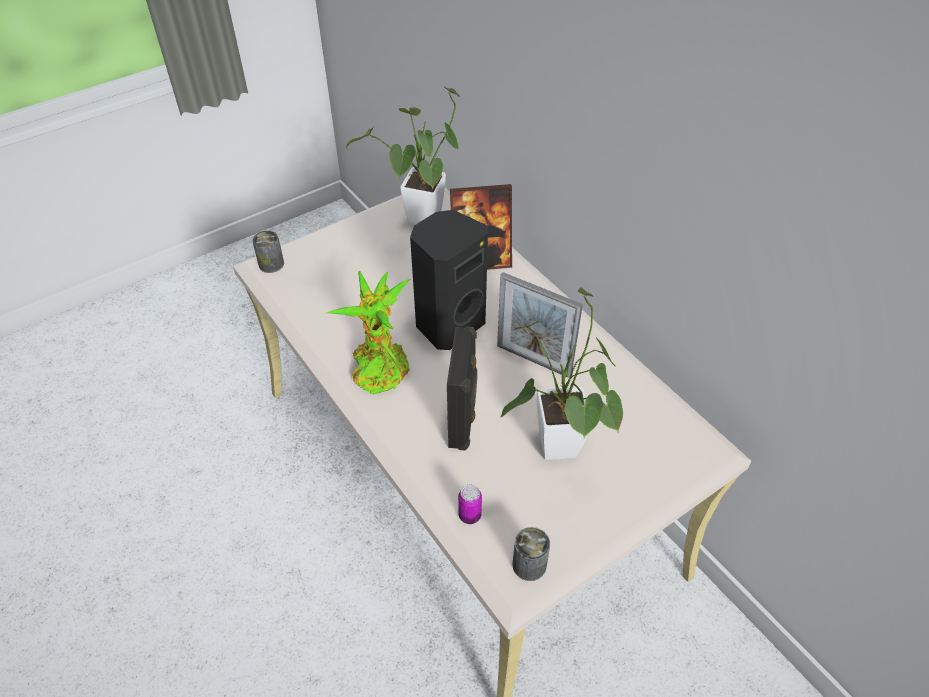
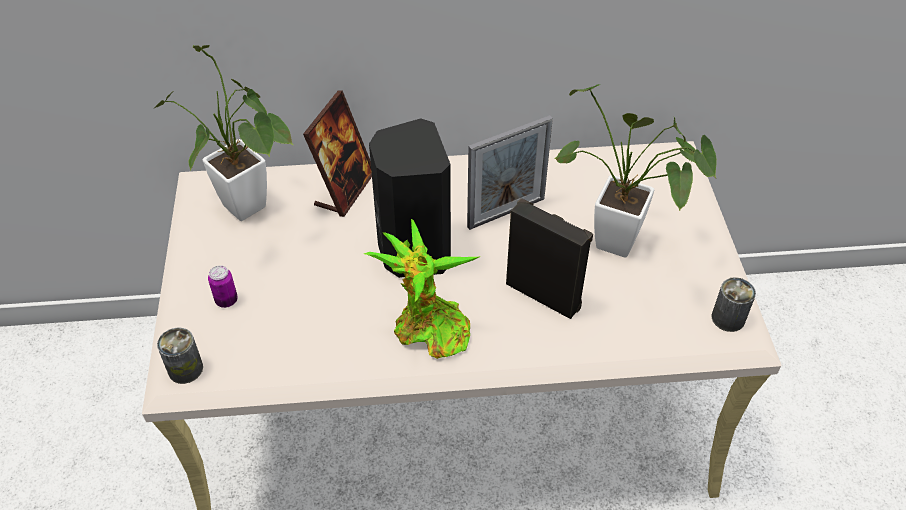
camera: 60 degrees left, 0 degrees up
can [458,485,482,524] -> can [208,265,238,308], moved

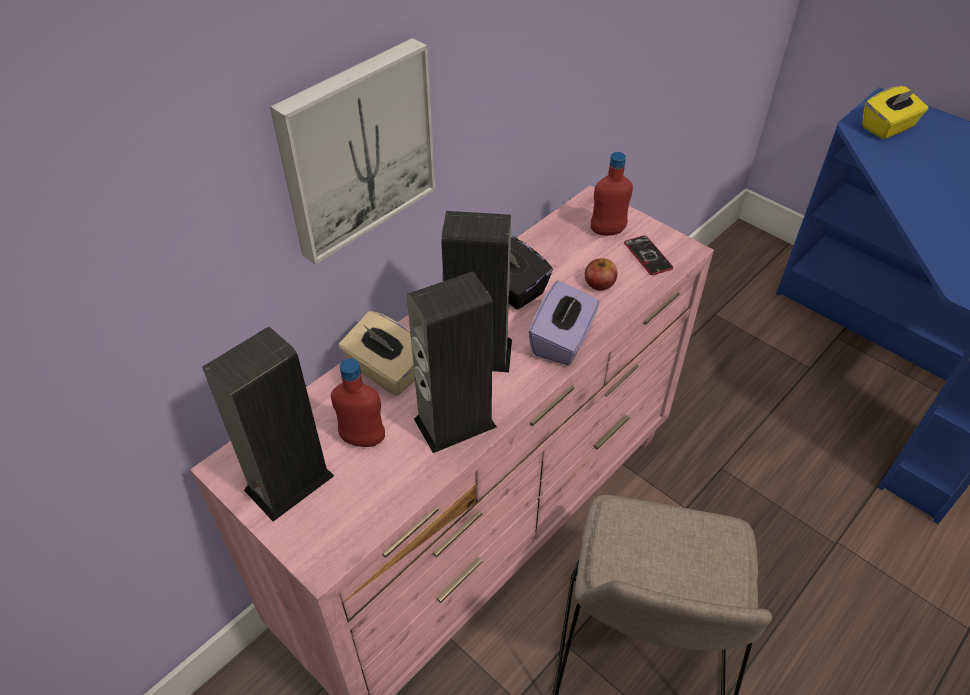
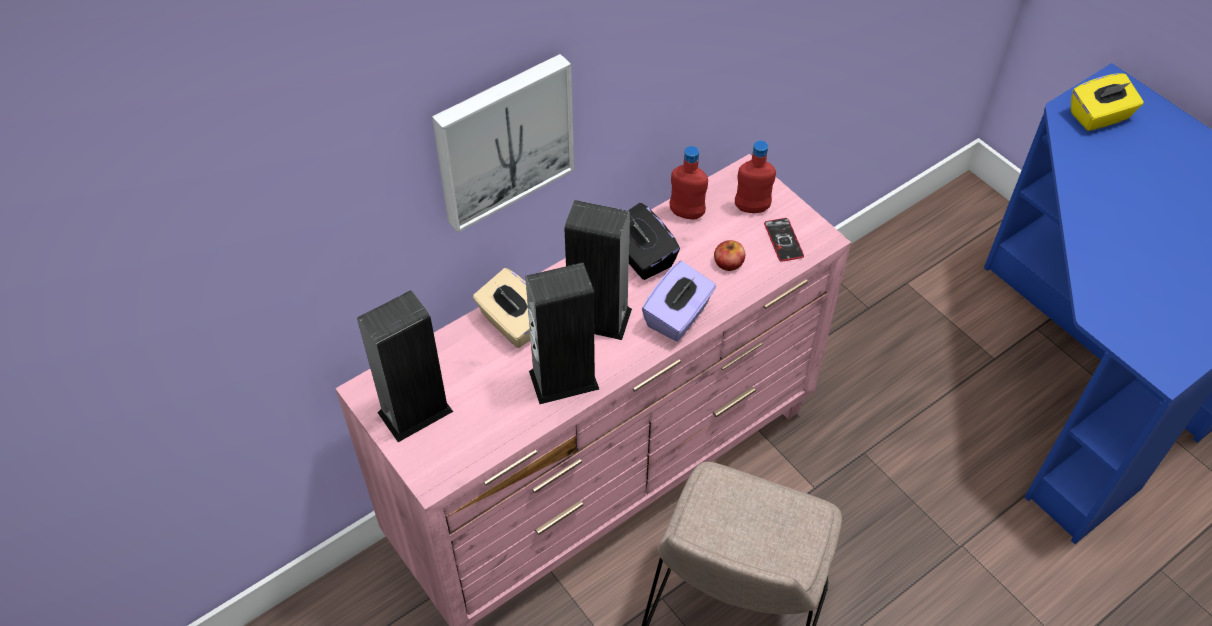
camera: 10 degrees right, 5 degrees up
red bottle [331,358,385,447] -> red bottle [670,146,708,219], moved

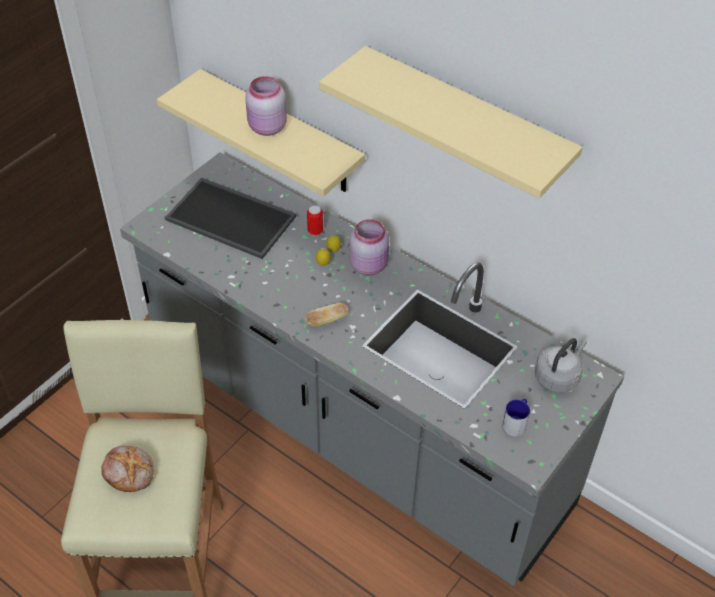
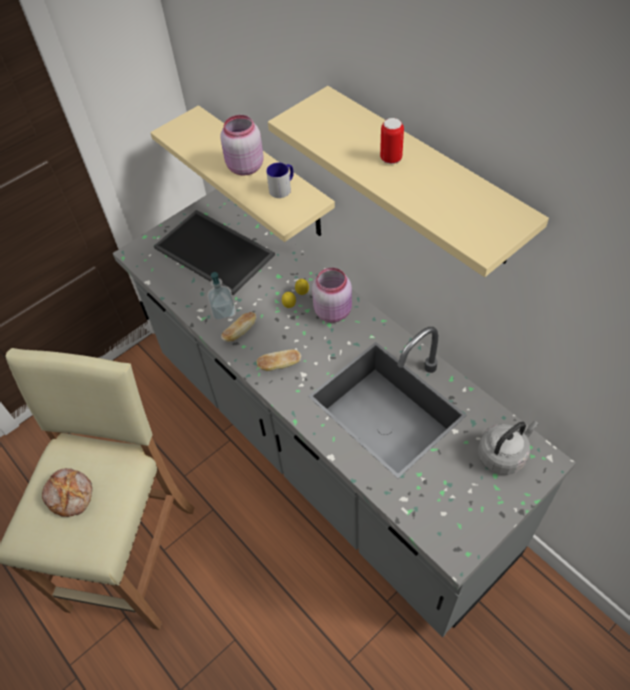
camera: 15 degrees right, 5 degrees up
none -> soap dispenser [207,272,236,320]
none -> bread [221,312,256,342]
can [307,206,323,236] -> can [380,118,404,164], moved
mug [502,399,530,436] -> mug [266,163,294,198], moved

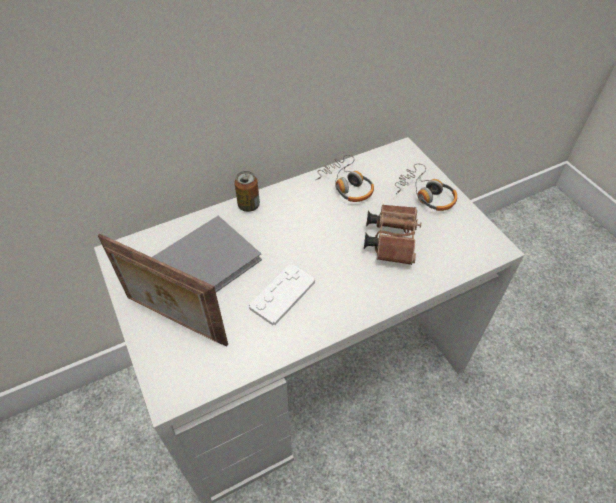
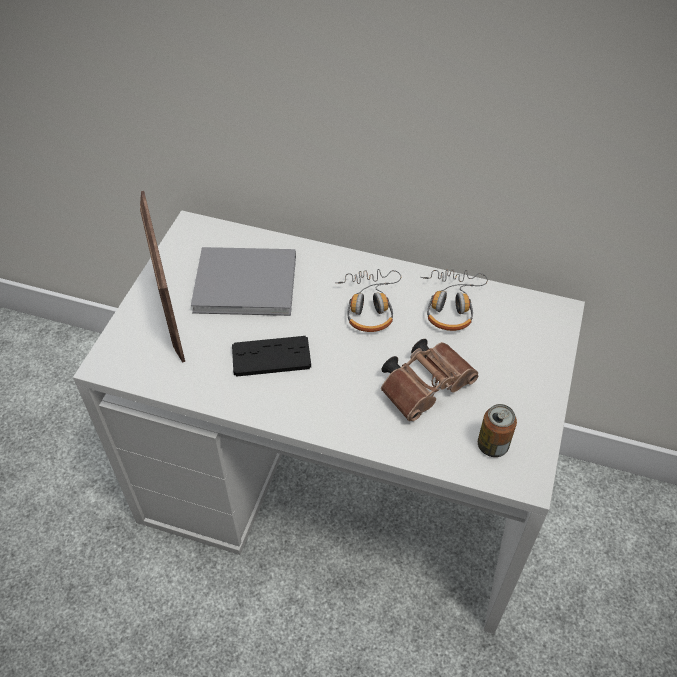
camera: 45 degrees right, 0 degrees up
can [234,171,260,212] -> can [478,404,517,457], moved
headphones [395,164,457,211] -> headphones [335,269,401,332], moved
white game controller [249,264,315,325] -> black game controller [232,336,311,377]

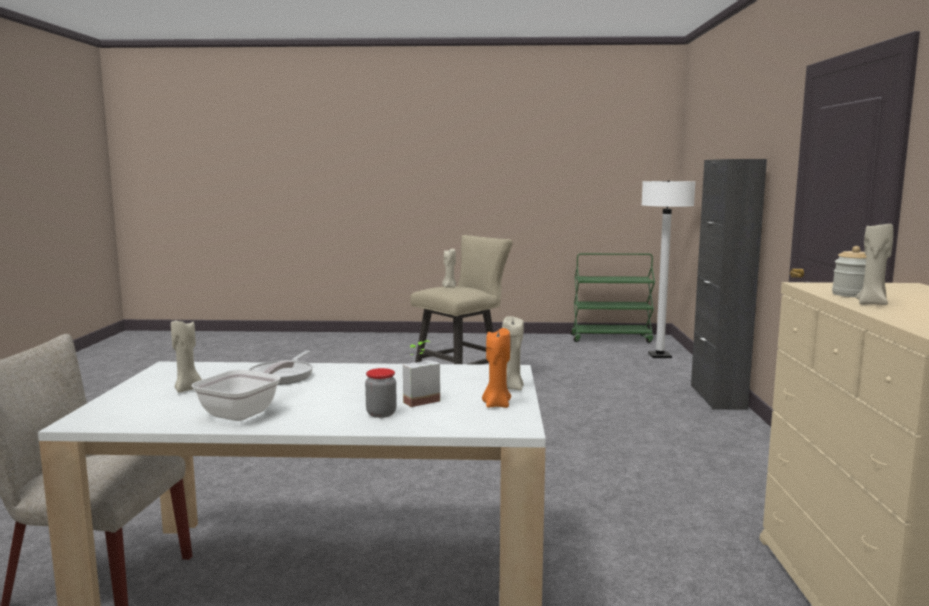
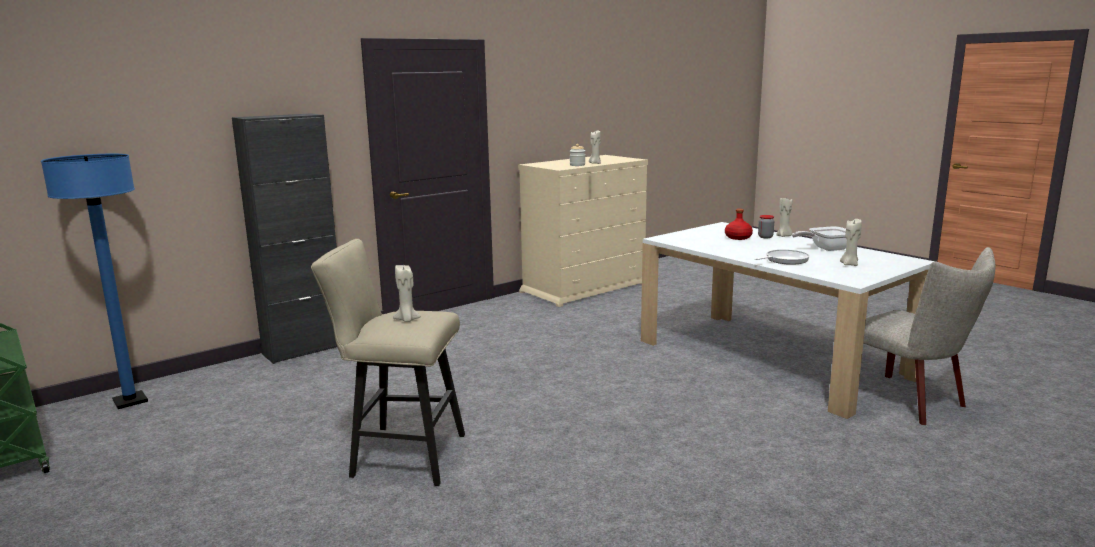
camera: 130 degrees left, 5 degrees up
orange candle [482,328,511,408] -> none
beige candle [502,316,524,390] -> beige candle [776,198,792,237], moved
potted plant [403,340,440,407] -> red bottle [725,209,753,240]
white floor lamp [641,180,695,358] -> blue floor lamp [41,154,148,409]

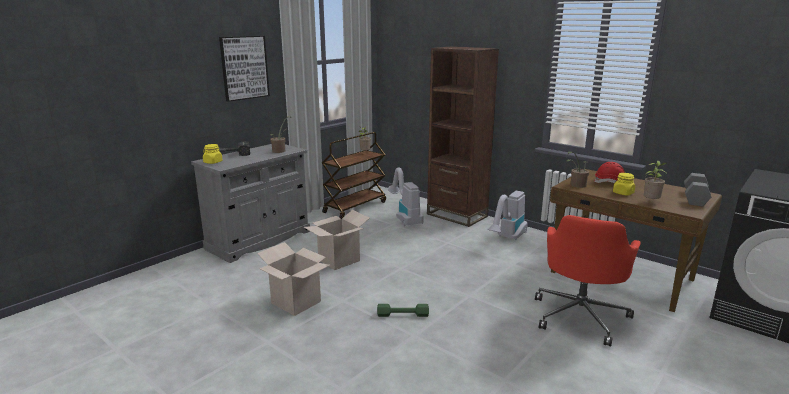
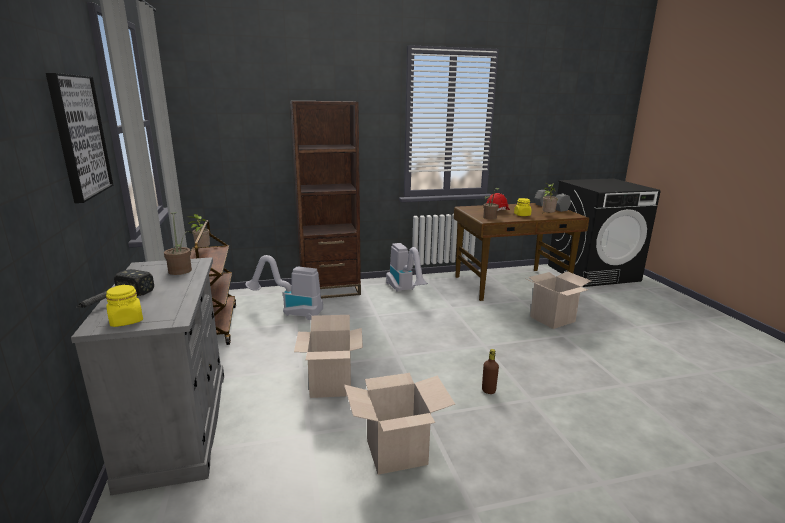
camera: 55 degrees left, 0 degrees up
green dumbbell [377,304,429,317] -> brown bottle [482,349,499,394]
red office chair [535,215,640,346] -> cardboard box [526,271,591,329]

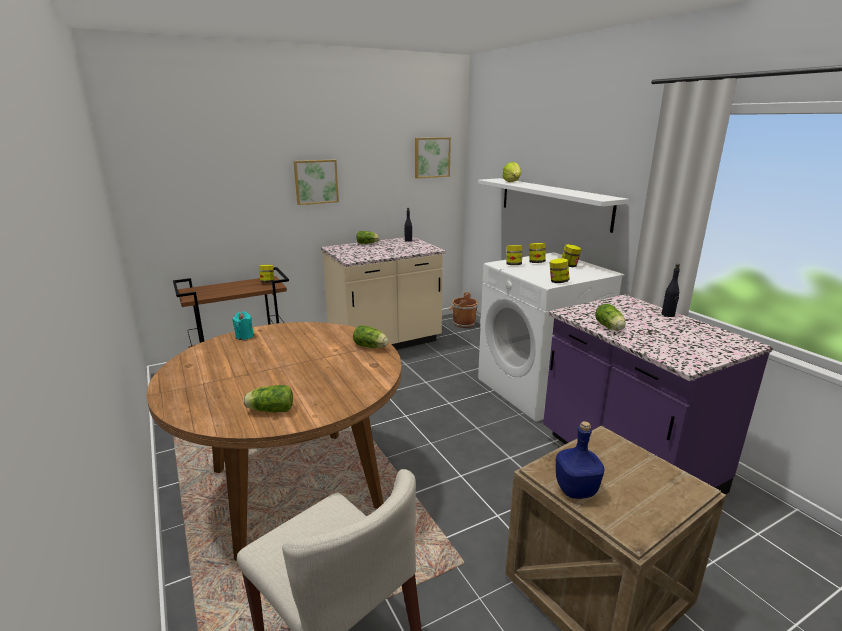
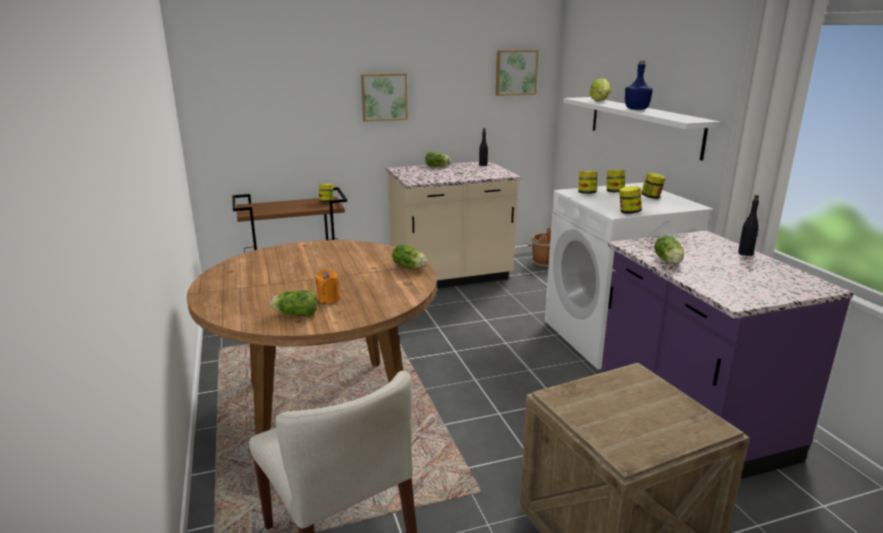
camera: 10 degrees right, 0 degrees up
turquoise candle [232,312,254,340] -> none
none -> orange candle [315,268,340,304]
blue bottle [556,421,604,499] -> blue bottle [625,60,653,110], moved

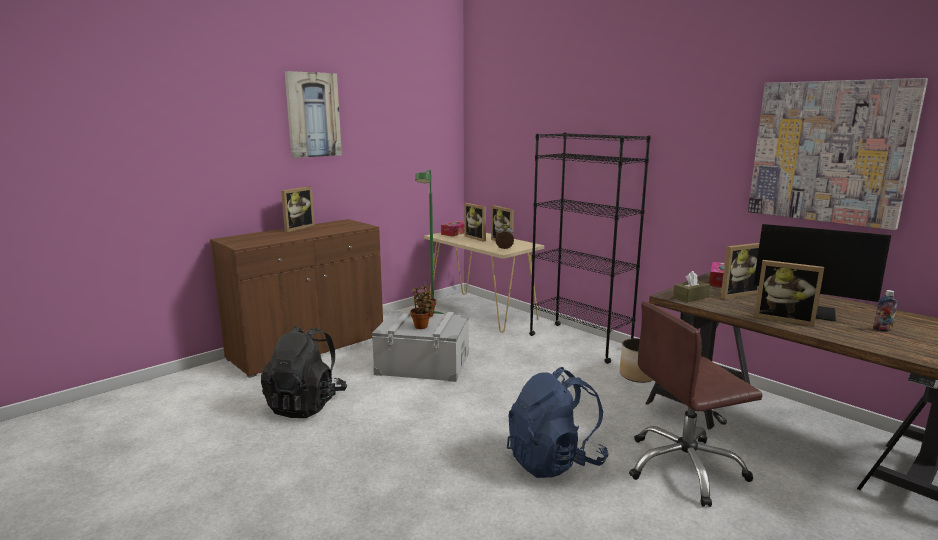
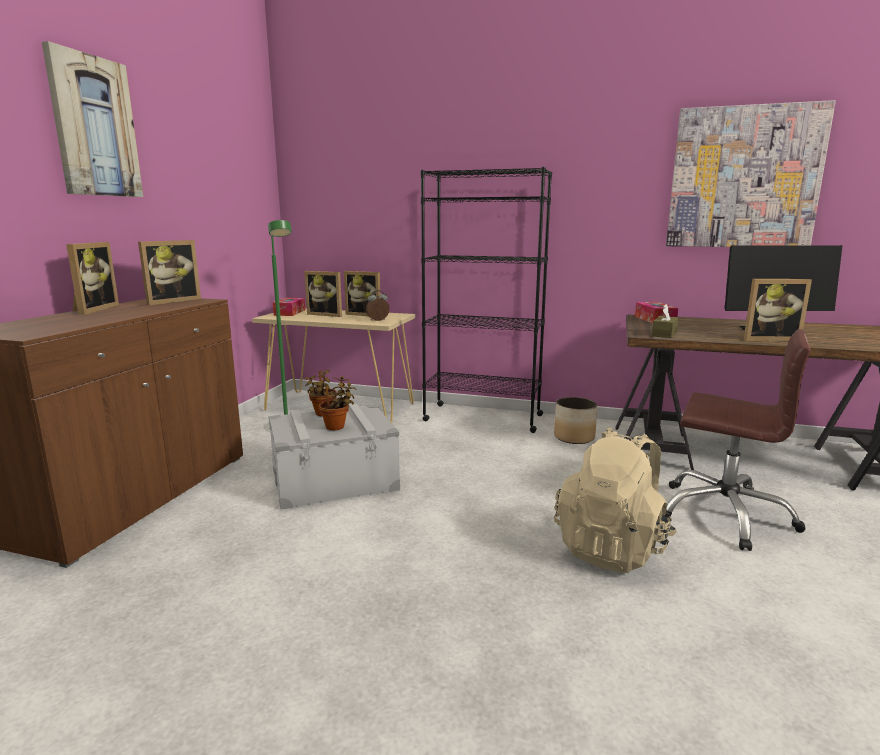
camera: 30 degrees left, 0 degrees up
black backpack [261,326,347,418] -> none
bottle [873,290,897,332] -> none
picture frame [720,243,759,299] -> picture frame [138,240,201,305], moved
blue backpack [507,367,608,478] -> beige backpack [554,428,677,573]
brown office chair [629,301,763,507] -> brown office chair [665,329,811,551], 105 degrees counterclockwise

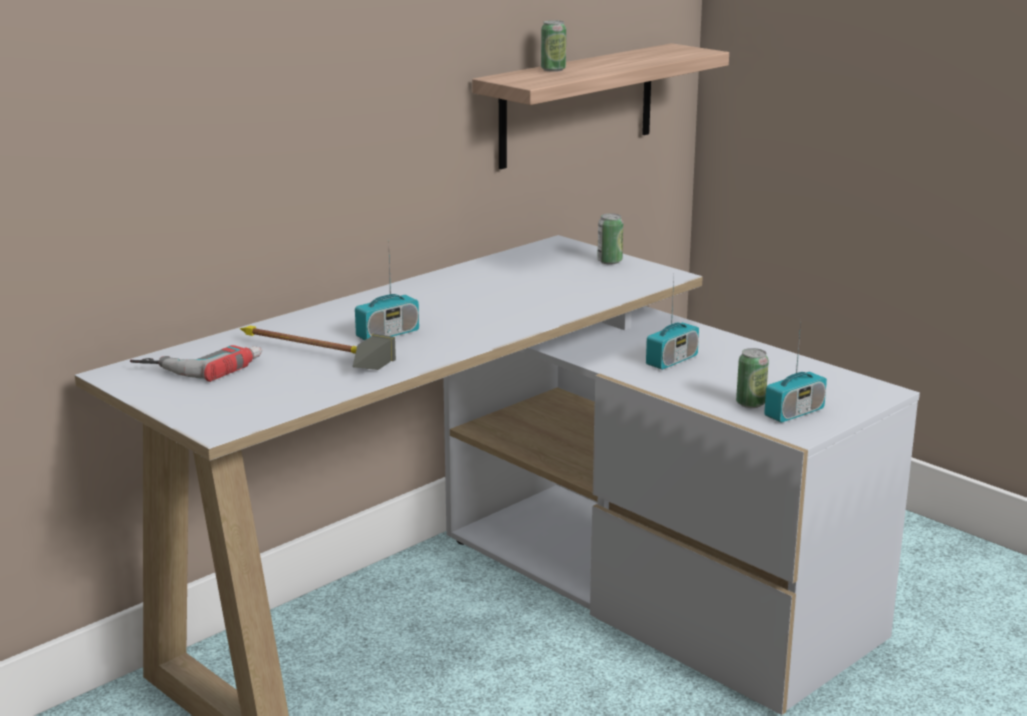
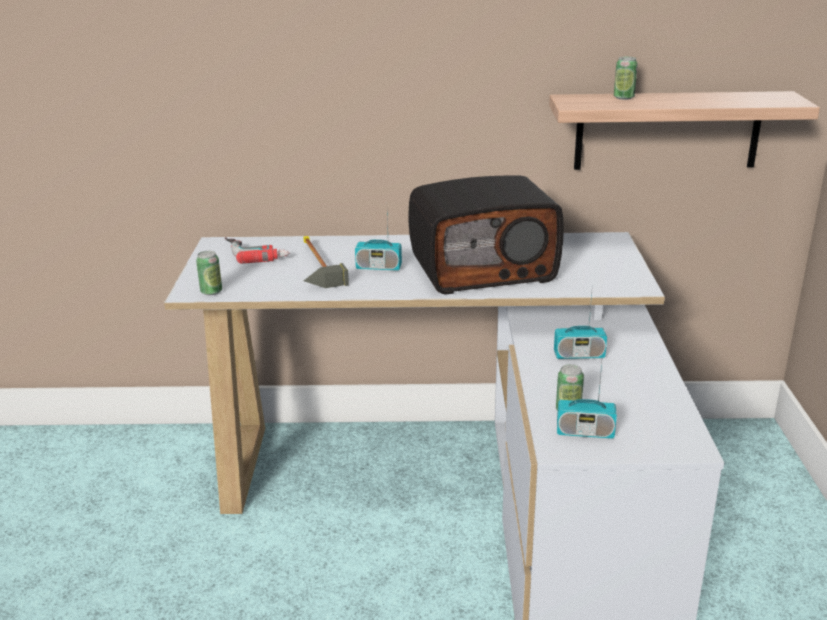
camera: 45 degrees right, 5 degrees up
none -> radio [409,175,564,295]
can [597,213,623,265] -> can [196,251,222,295], moved

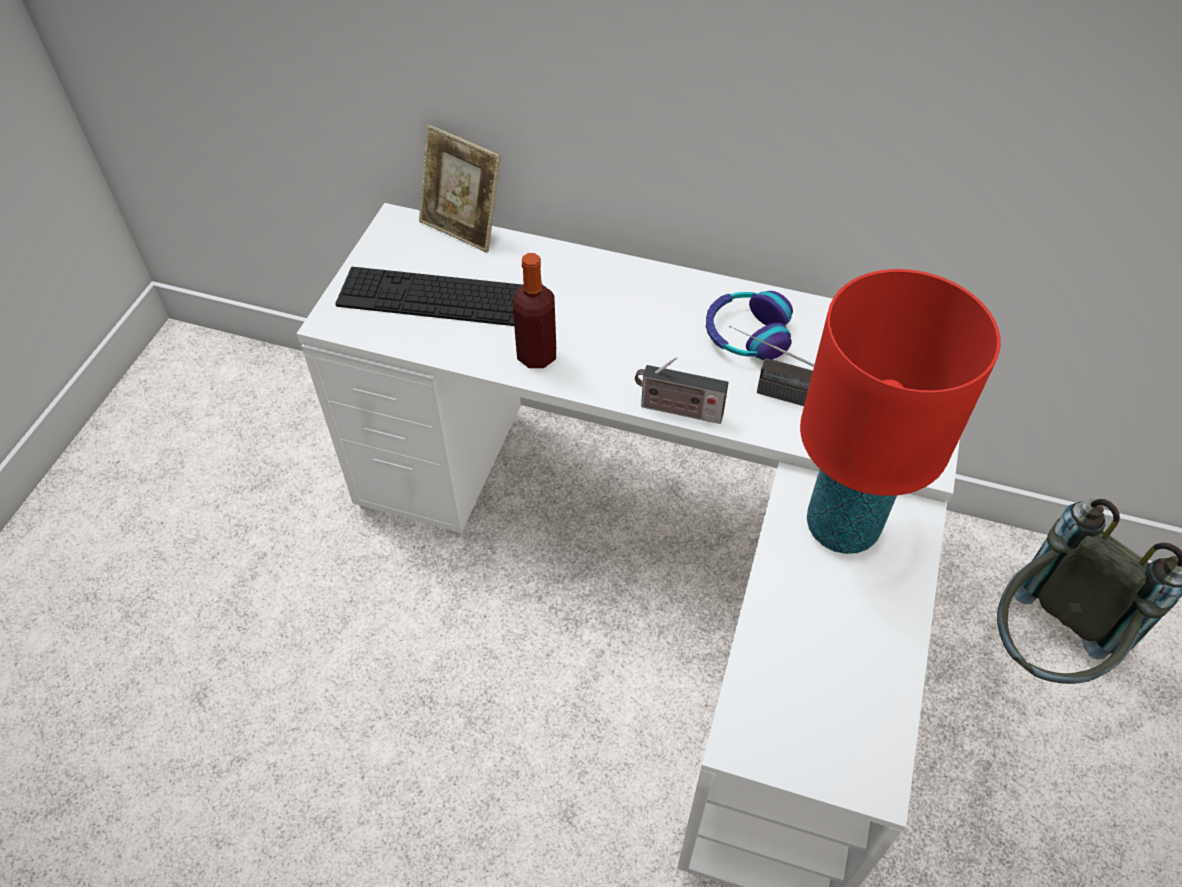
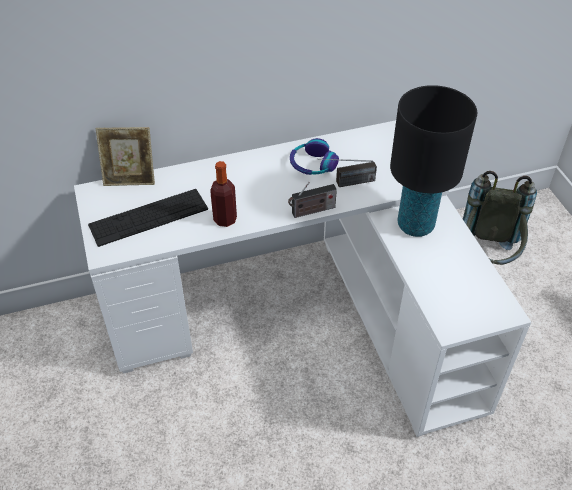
camera: 35 degrees left, 5 degrees down
red table lamp [800,269,1001,554] -> black table lamp [390,85,477,237]

